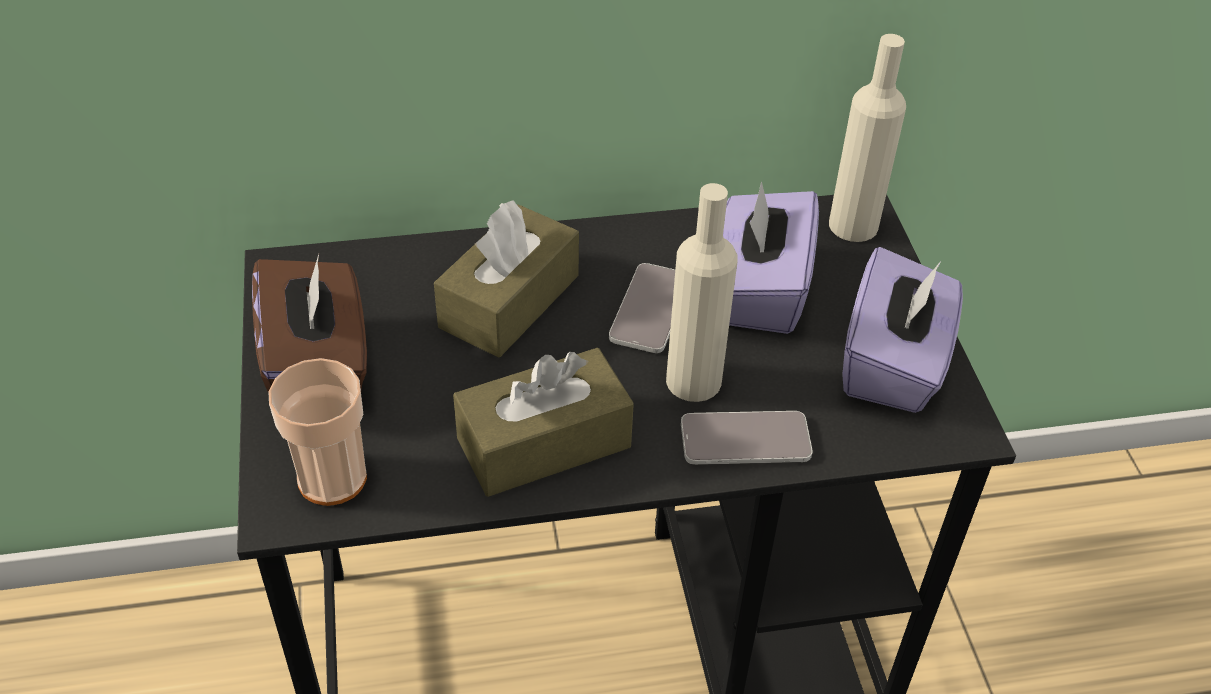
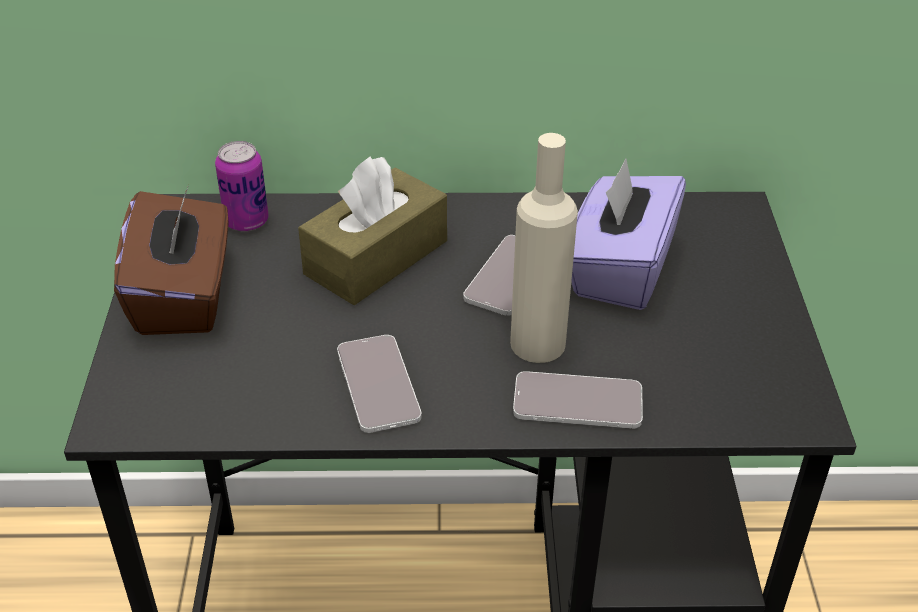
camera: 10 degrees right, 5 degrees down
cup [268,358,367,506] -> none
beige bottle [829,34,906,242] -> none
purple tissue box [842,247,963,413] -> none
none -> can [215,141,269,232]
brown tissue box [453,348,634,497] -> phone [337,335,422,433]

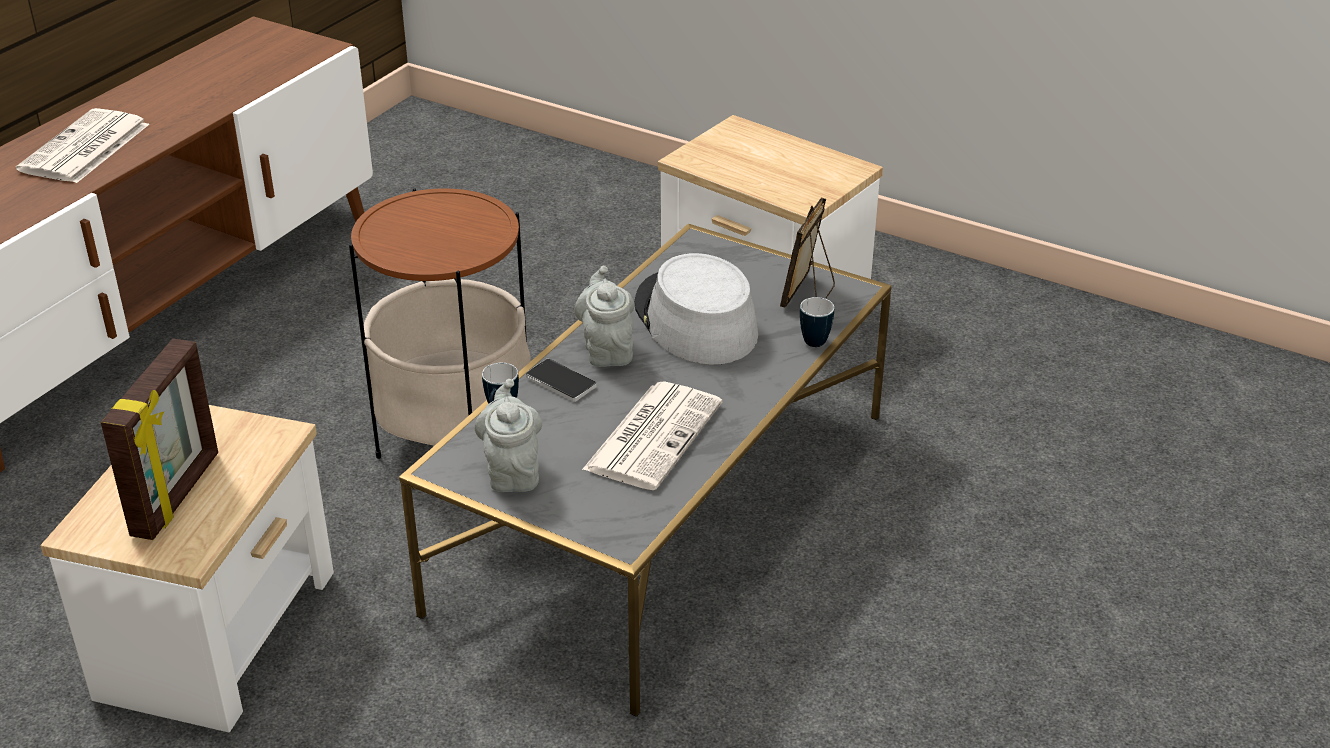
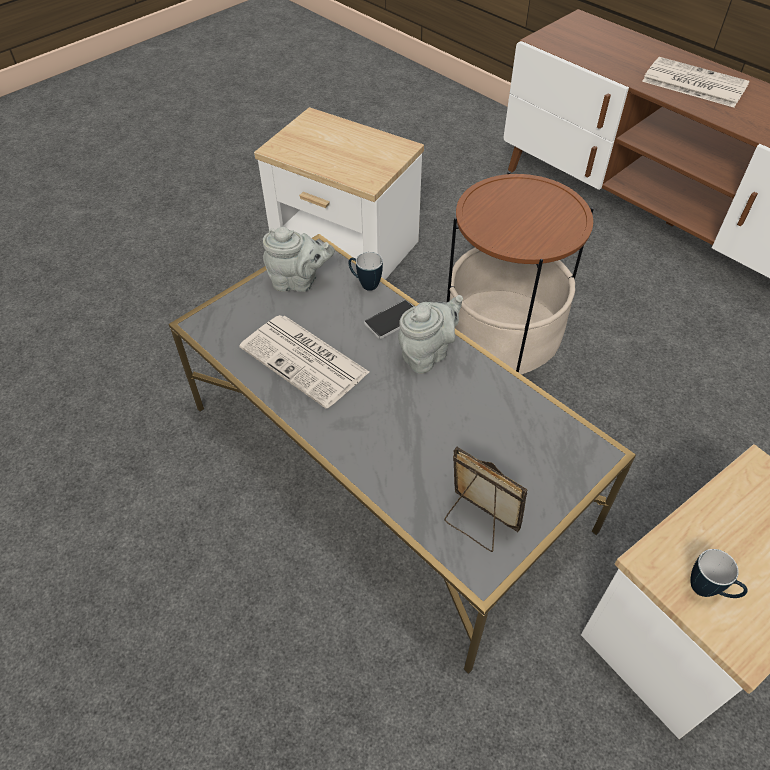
camera: 105 degrees right, 15 degrees up
picture frame [101,338,218,540] -> none
grey hat [634,253,758,364] -> none
mug [800,297,834,347] -> mug [690,549,748,598], moved
grey teapot [574,266,635,367] -> grey teapot [398,295,463,373], 45 degrees counterclockwise

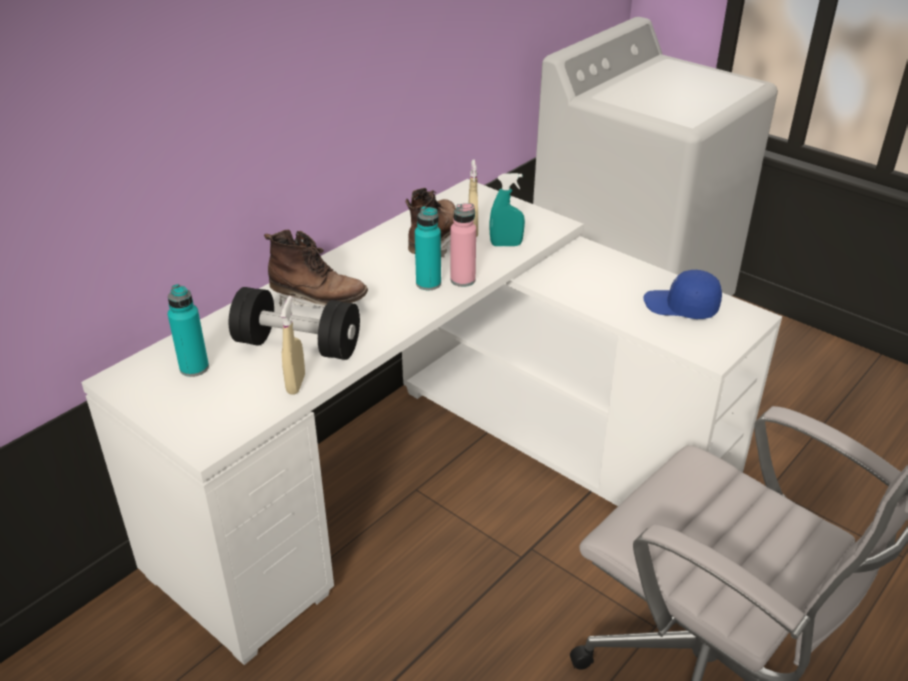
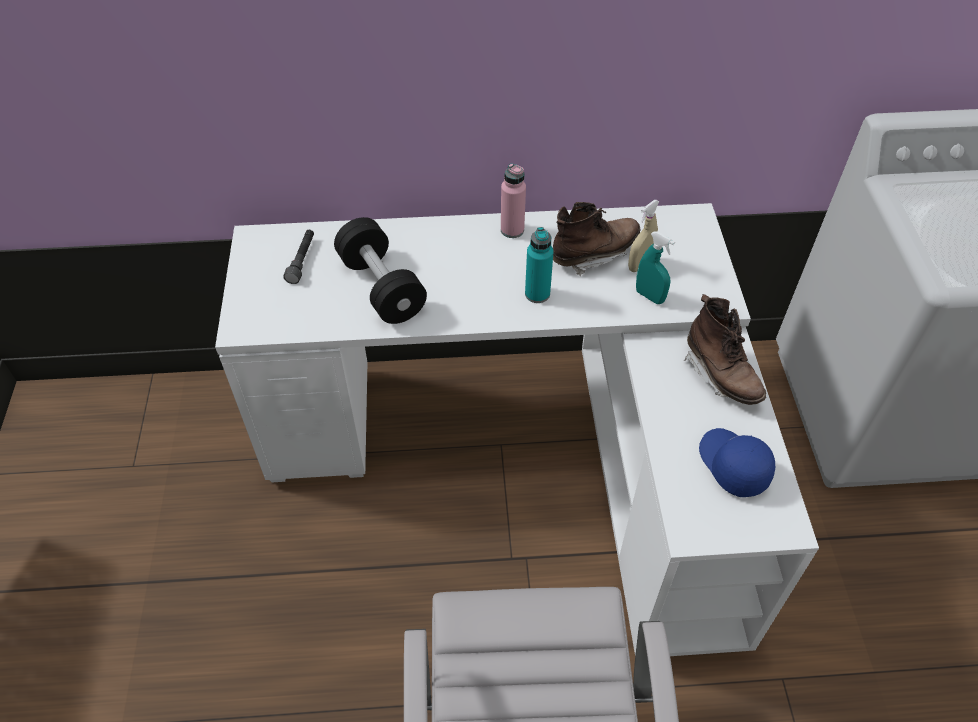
camera: 45 degrees right, 15 degrees up
beige spray bottle [280,296,305,395] -> none
brown boot [264,229,368,307] -> brown boot [684,294,766,405], moved
pink bottle [450,203,476,287] -> pink bottle [501,163,526,238], moved
turquoise bottle [168,284,209,377] -> grey flashlight [283,230,314,284]

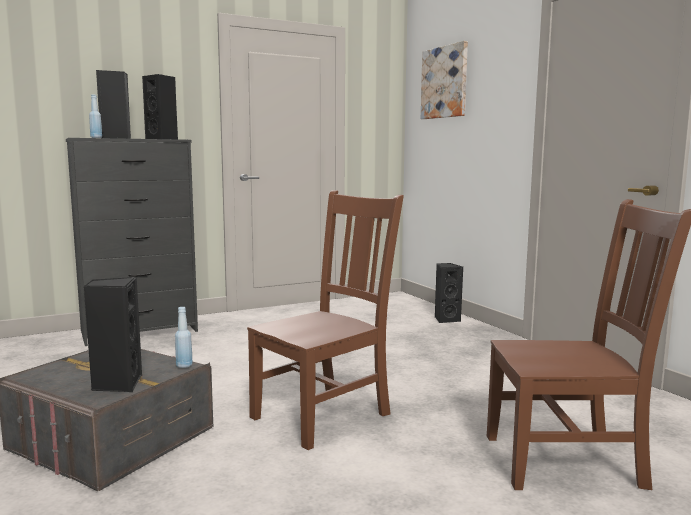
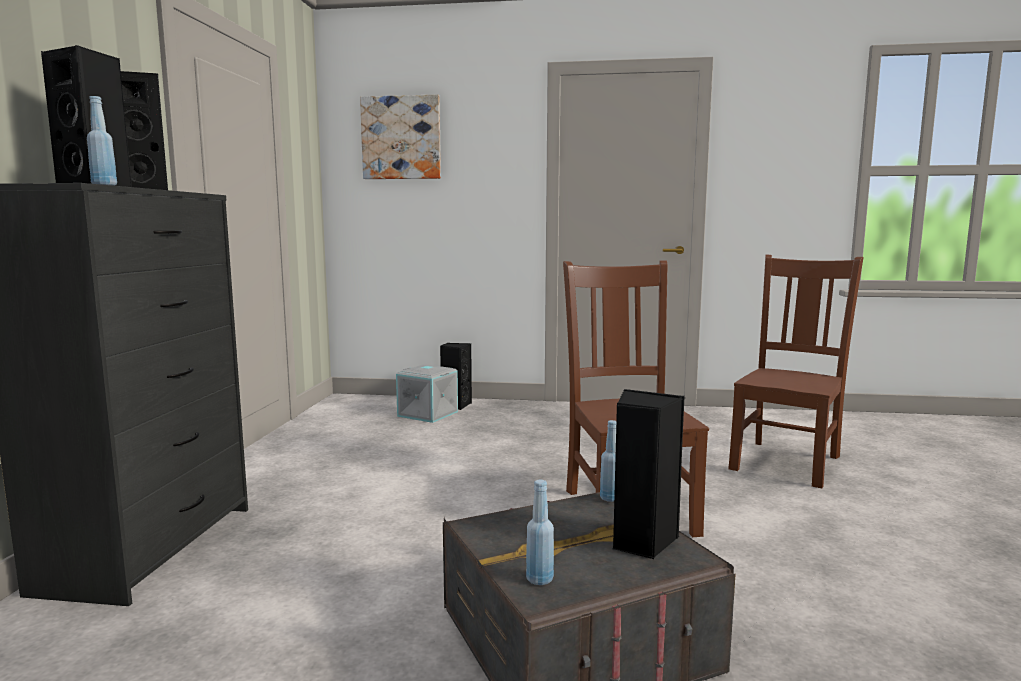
camera: 55 degrees left, 0 degrees up
none -> grey storage box [396,364,458,423]
none -> blue bottle [526,480,554,585]

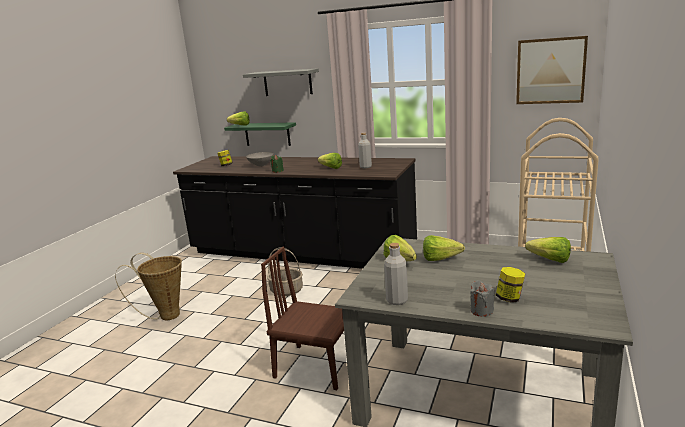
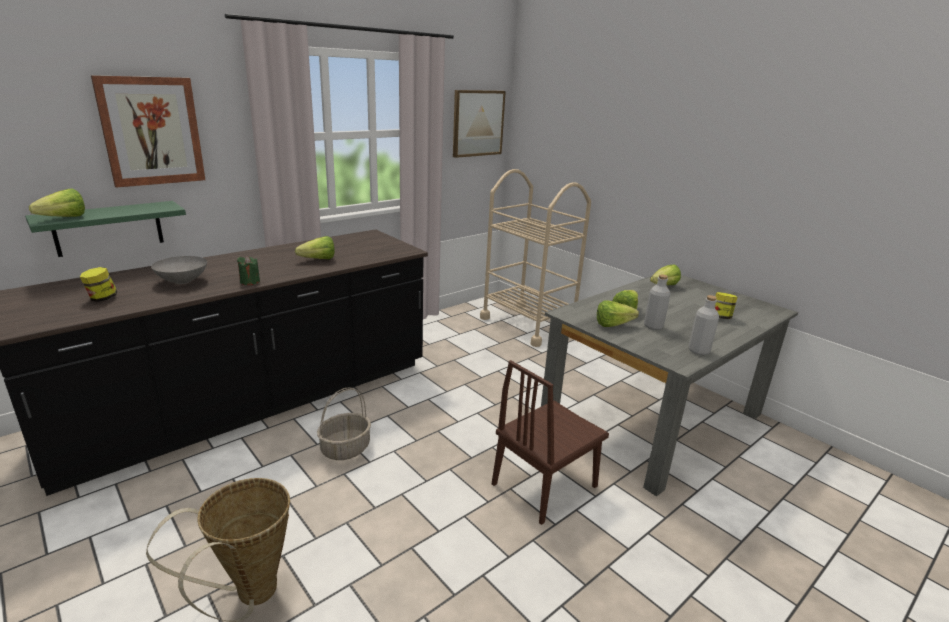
camera: 65 degrees left, 5 degrees up
grey candle [470,280,494,317] -> none
grey bottle [358,133,372,168] -> grey bottle [644,275,670,330], moved
grey shelf [243,68,319,96] -> picture [91,75,205,188]

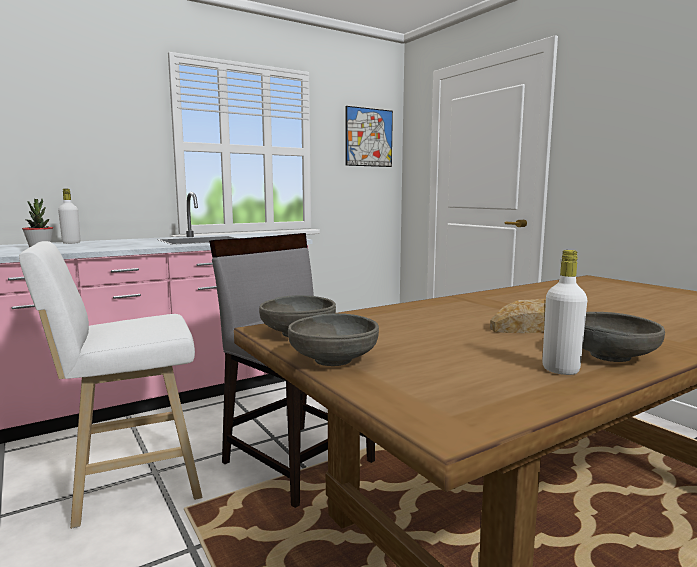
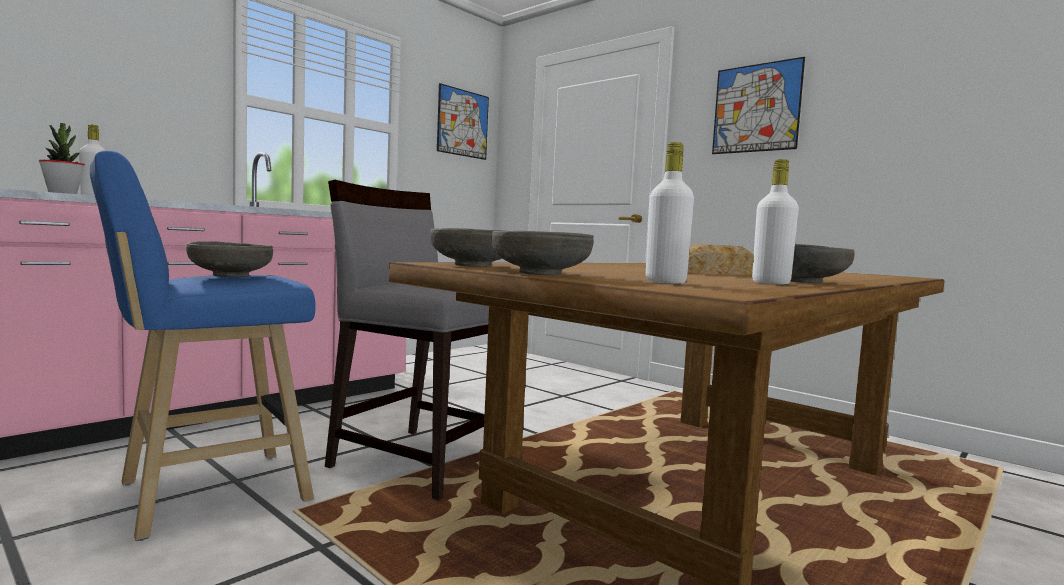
camera: 15 degrees left, 5 degrees down
none -> grey bowl [186,241,273,277]
none -> white bottle [646,142,694,284]
none -> picture [712,57,805,154]
white stool [19,241,202,529] -> blue stool [90,150,316,541]

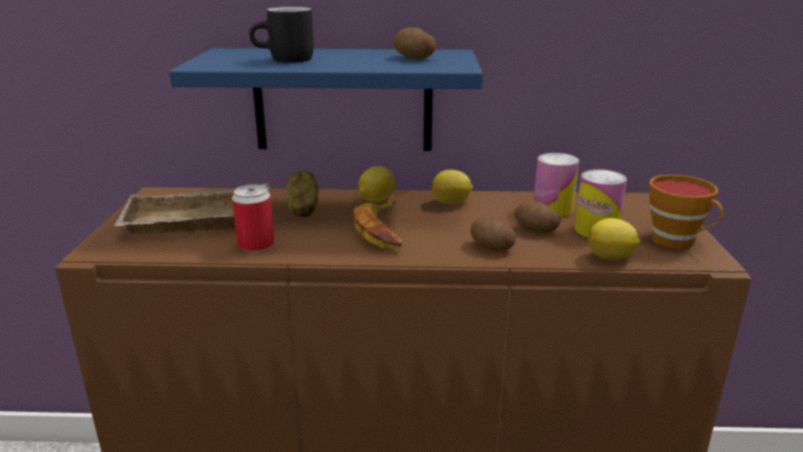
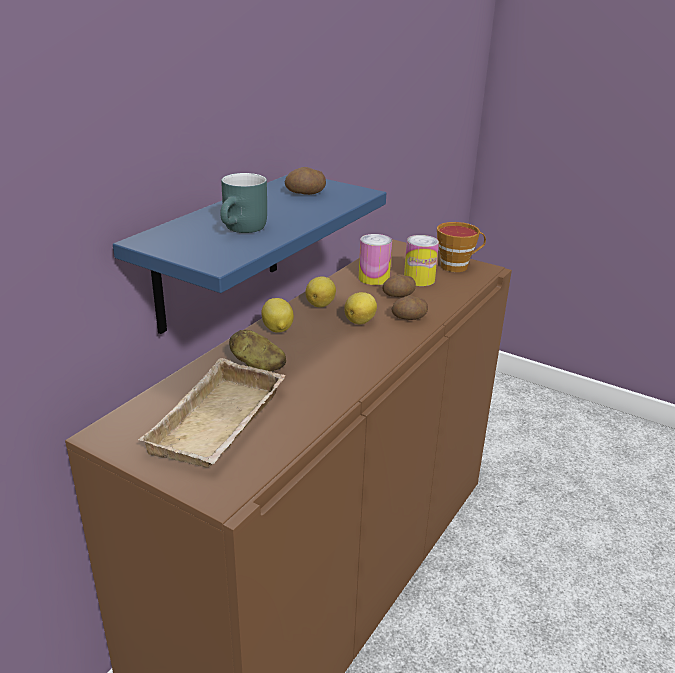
camera: 60 degrees left, 5 degrees up
can [232,184,274,252] -> none
banana [354,200,402,249] -> none
lemon [588,218,640,260] -> lemon [344,292,377,324], moved
black mug [249,7,314,63] -> turquoise mug [220,173,267,233]

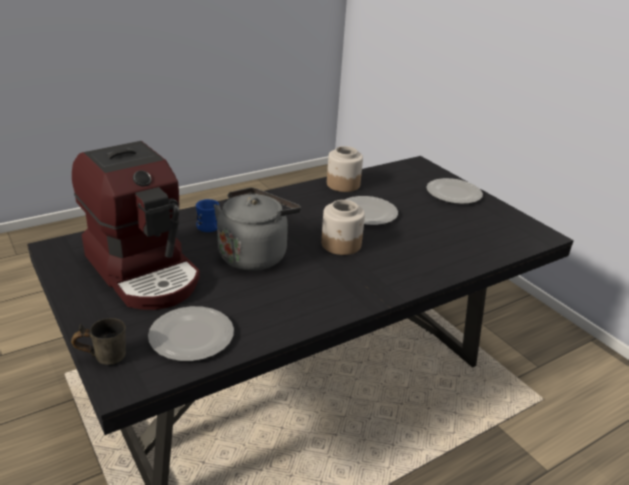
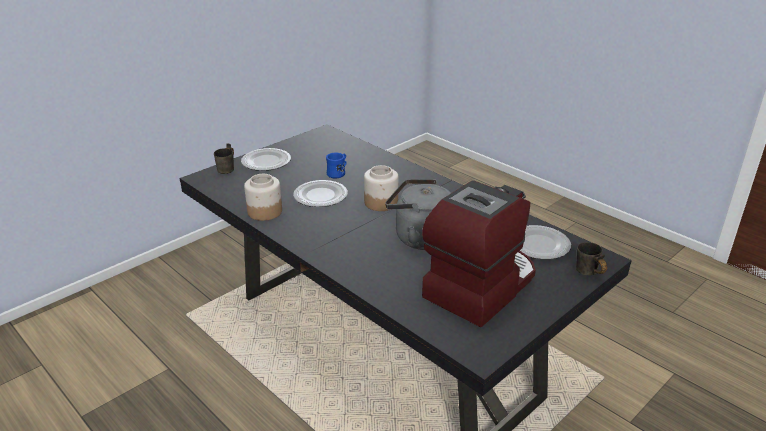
camera: 100 degrees left, 0 degrees up
none -> grey mug [214,144,234,174]
blue mug [196,199,219,232] -> blue mug [326,153,347,178], moved

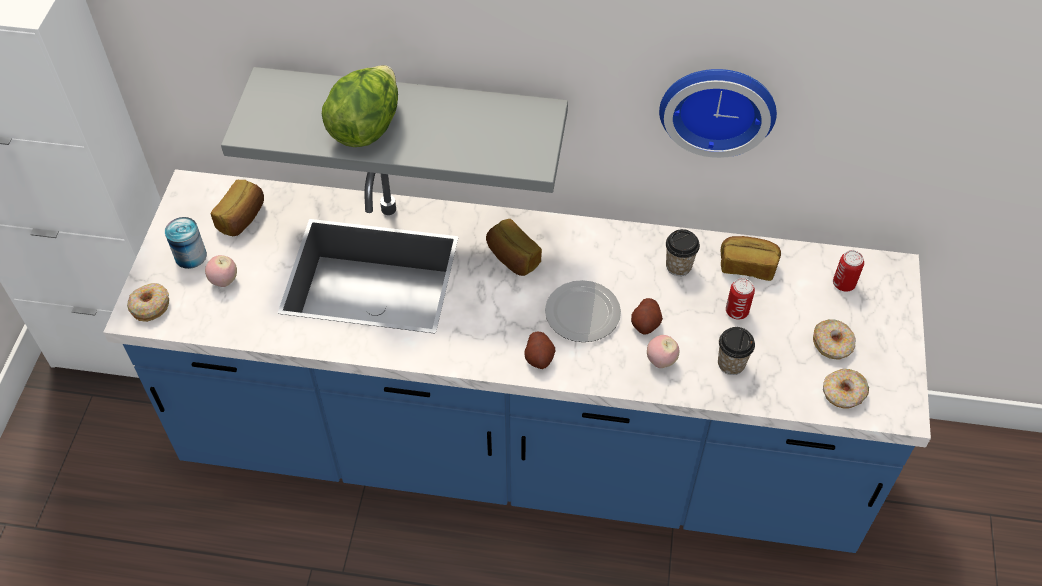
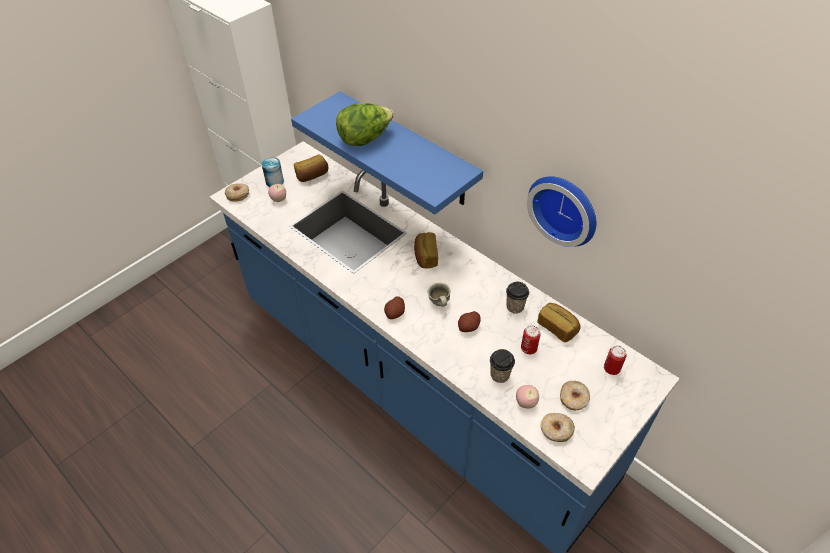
camera: 35 degrees right, 5 degrees down
apple [647,335,679,368] -> apple [516,385,539,409], moved
plate [545,280,621,342] -> grey mug [428,283,450,307]
grey shelf [221,67,568,193] -> blue shelf [291,91,483,214]

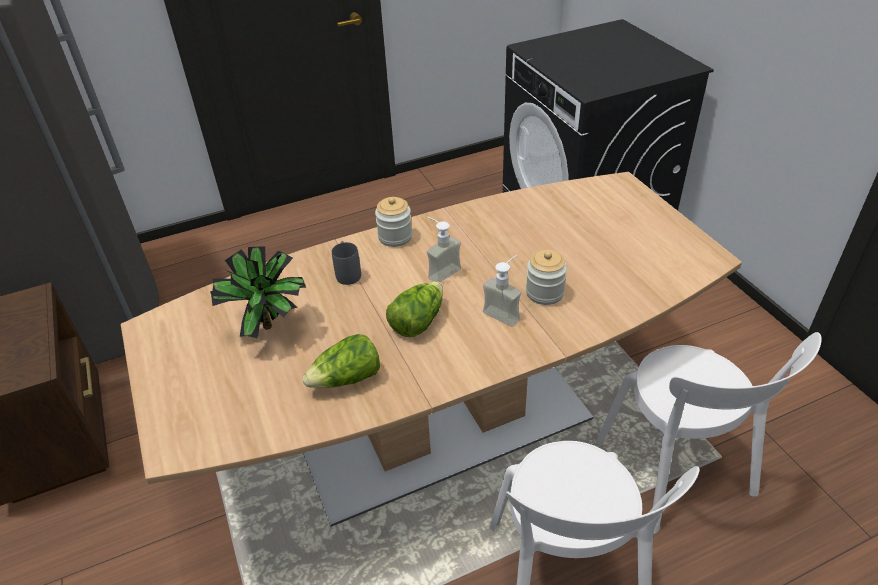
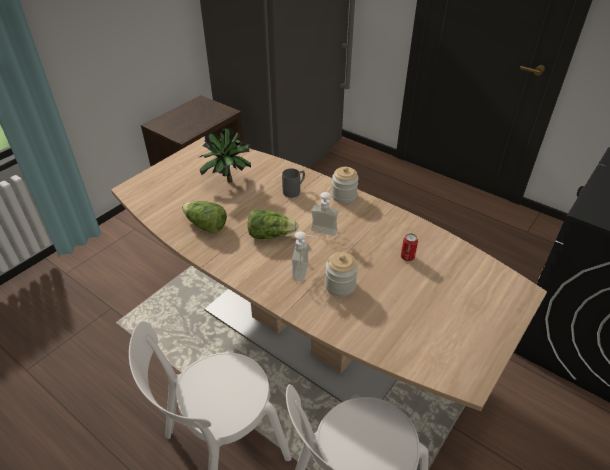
camera: 60 degrees right, 0 degrees up
none -> can [401,233,418,261]

